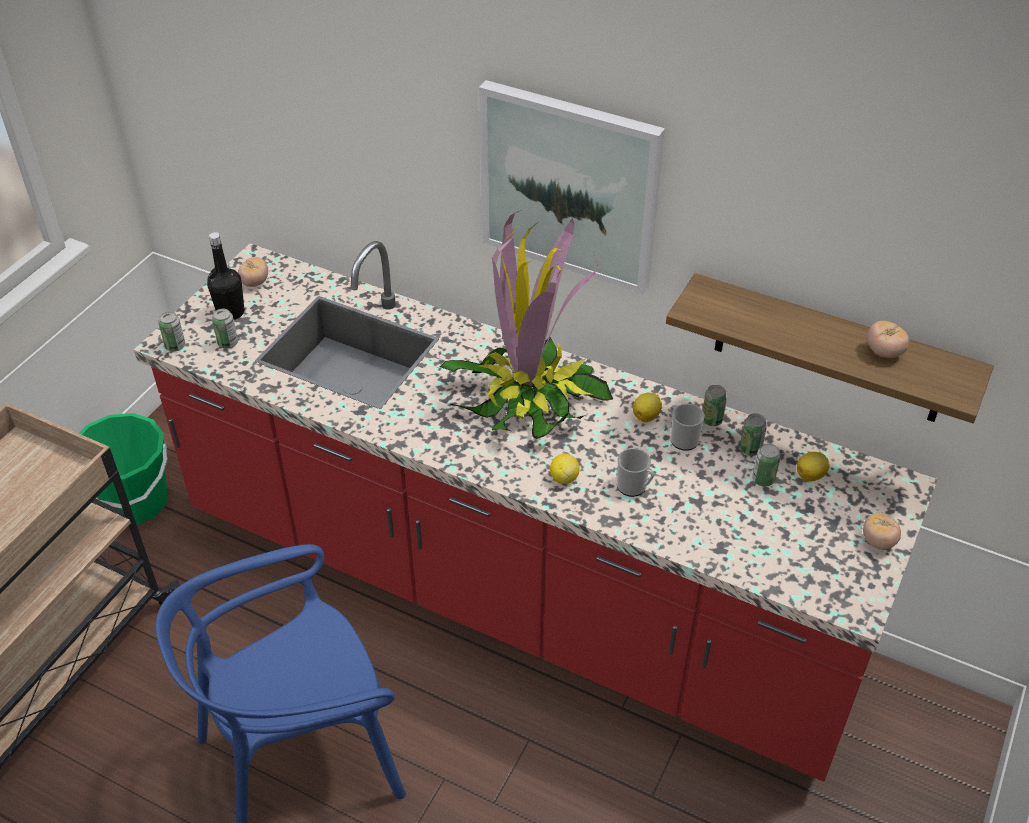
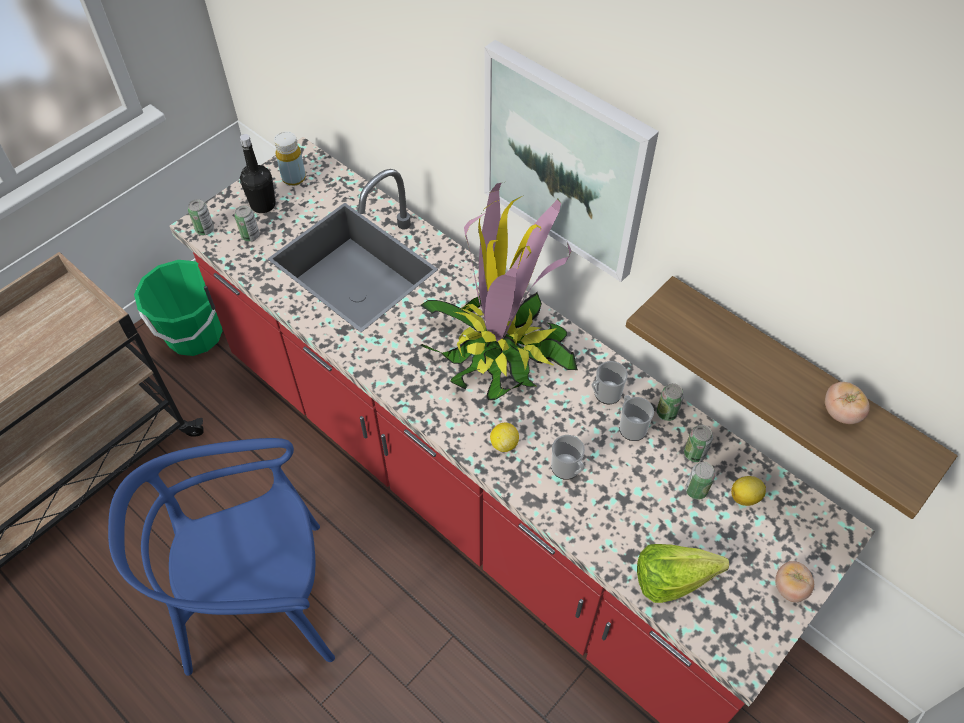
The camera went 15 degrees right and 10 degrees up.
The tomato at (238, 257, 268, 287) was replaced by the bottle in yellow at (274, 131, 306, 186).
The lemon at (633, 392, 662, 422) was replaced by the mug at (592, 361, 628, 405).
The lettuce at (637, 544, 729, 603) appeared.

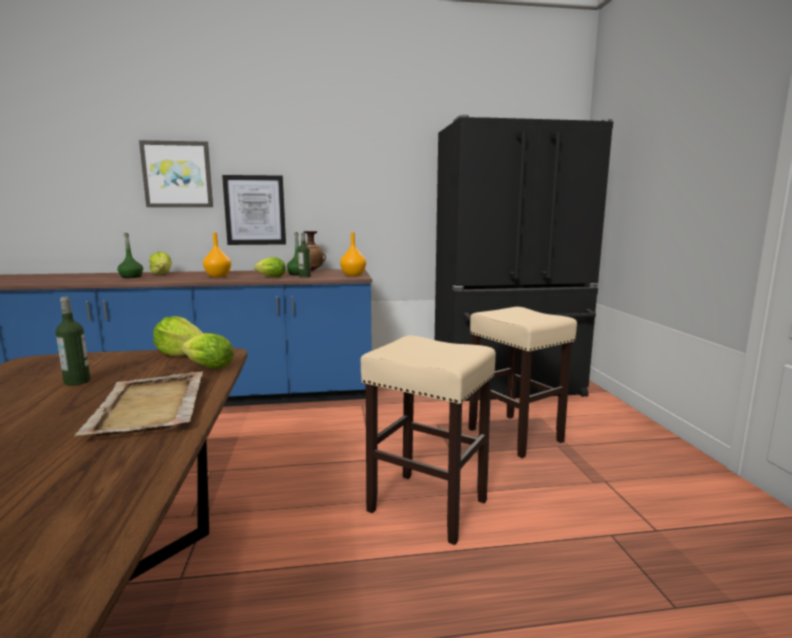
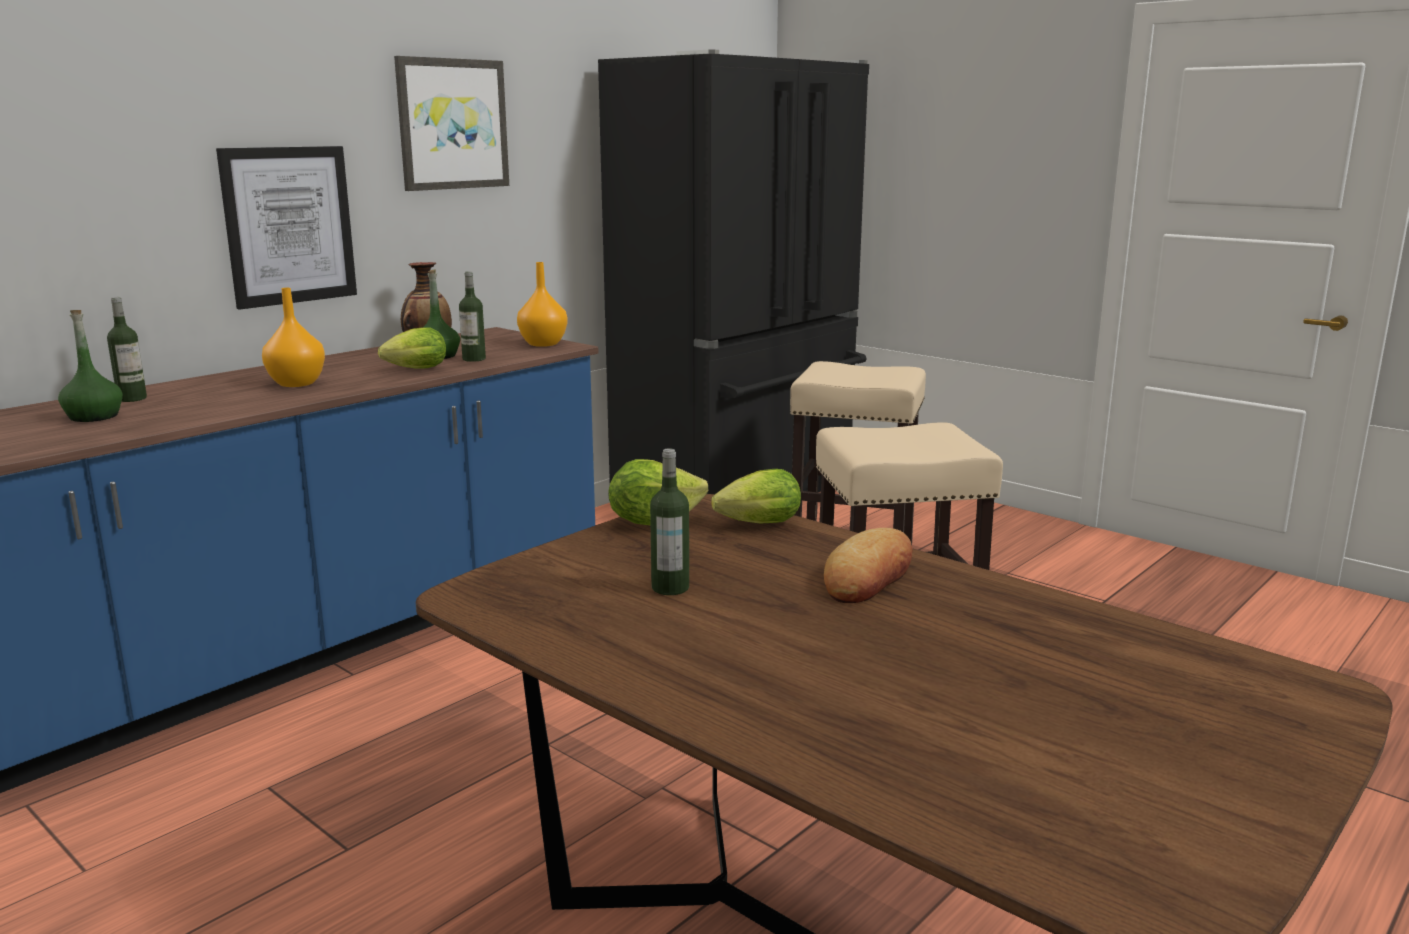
The camera went 40 degrees left and 5 degrees up.
The tray in beige at (75, 371, 203, 436) was replaced by the bread at (824, 528, 913, 603).
The picture moved from (139, 140, 213, 207) to (394, 56, 509, 191).
The lettuce at (150, 252, 172, 275) was replaced by the bottle at (107, 297, 147, 402).

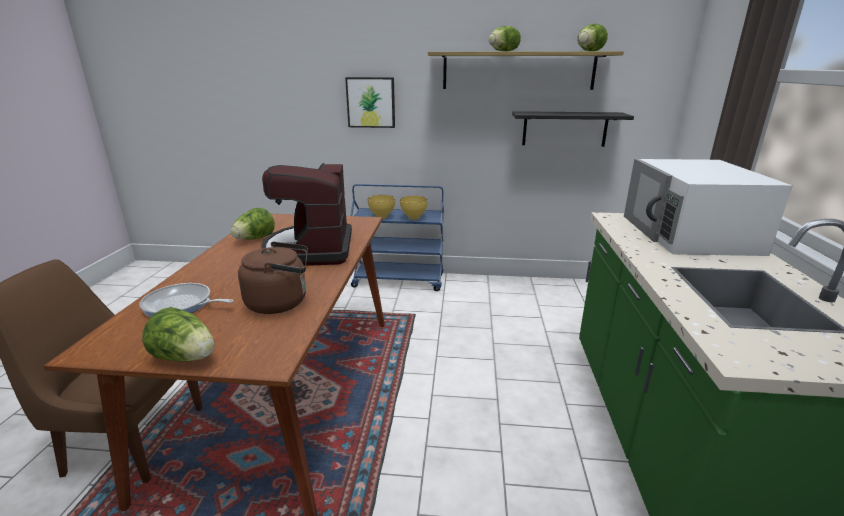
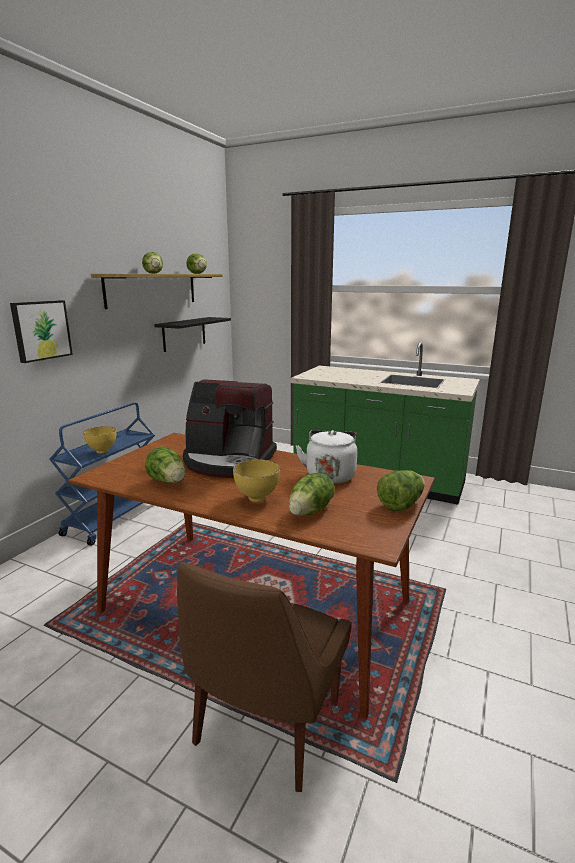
The camera went 70 degrees left and 5 degrees down.
The frying pan at (139, 283, 234, 317) was replaced by the lettuce at (289, 473, 335, 515).
The kettle in brown at (238, 241, 308, 314) became the kettle in white at (296, 430, 357, 484).
The bowl in yellow moved from (400, 196, 428, 220) to (233, 459, 280, 502).
The microwave in white at (624, 159, 793, 256) disappeared.

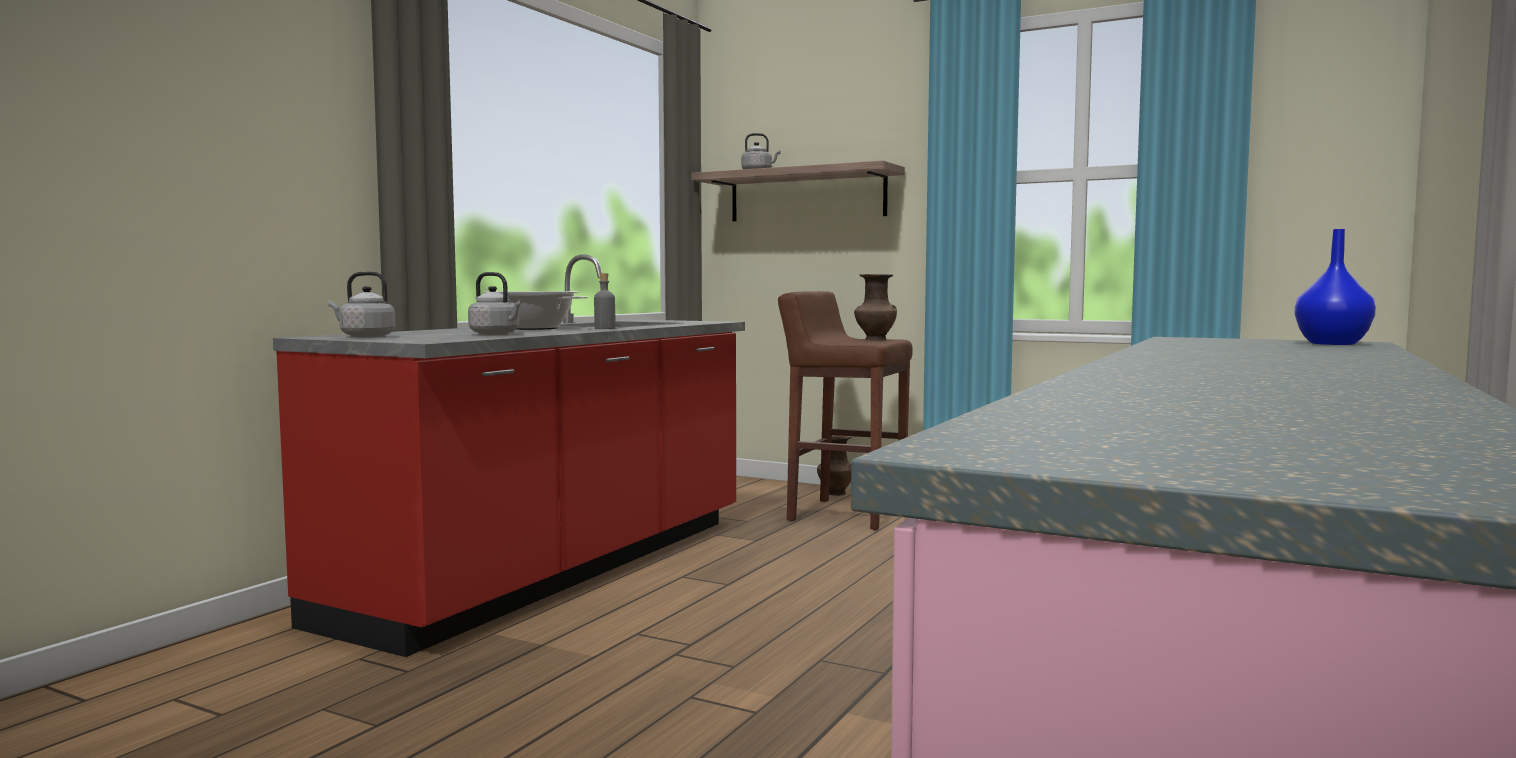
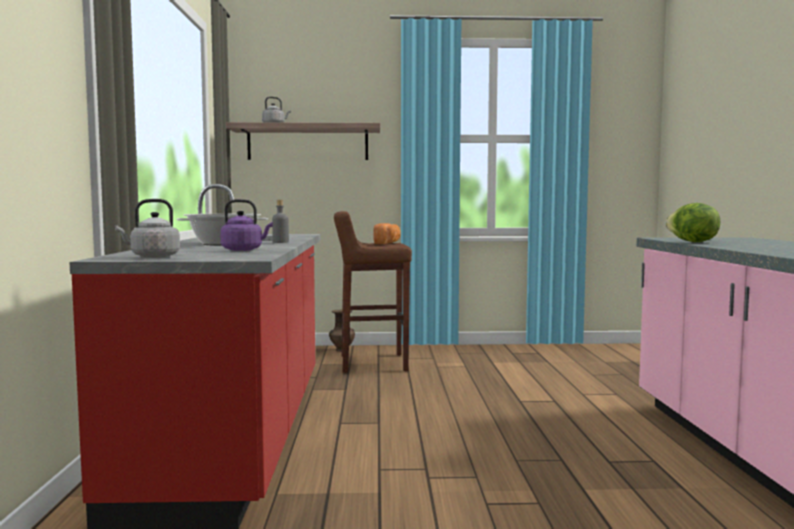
The camera went 30 degrees left and 0 degrees up.
The kettle in grey at (468, 272, 523, 335) became the kettle in purple at (220, 199, 273, 251).
The vase in brown at (854, 274, 897, 340) was replaced by the bread at (373, 223, 401, 244).
The vase in blue at (1294, 229, 1376, 345) disappeared.
The lettuce at (665, 203, 720, 242) appeared.

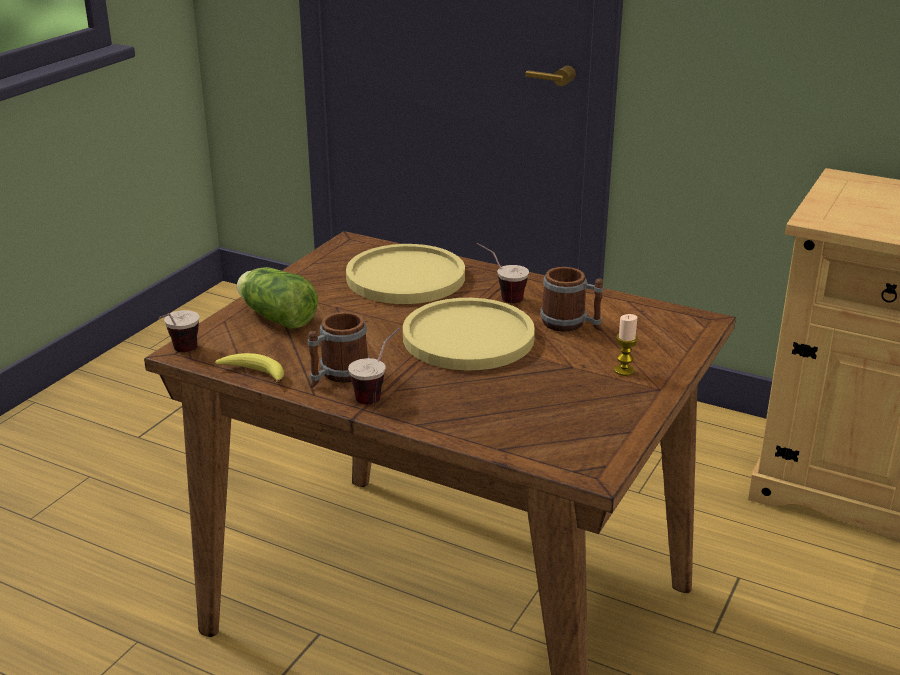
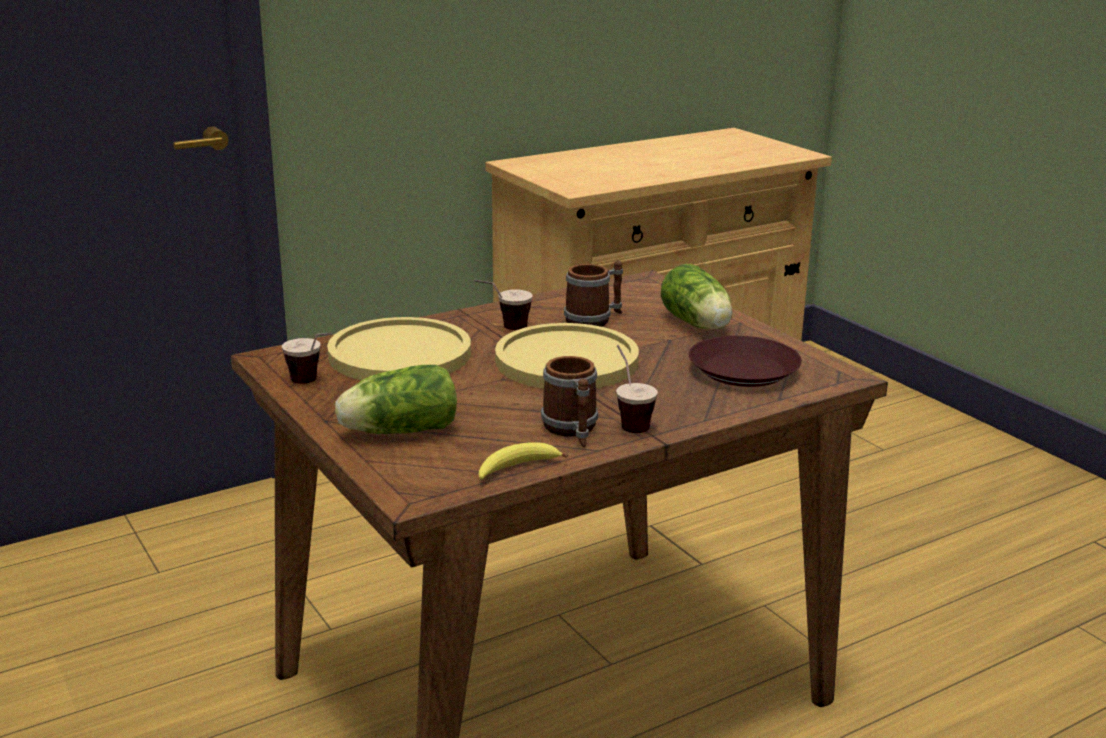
The camera went 60 degrees left and 5 degrees down.
The cup moved from (159, 310, 199, 352) to (282, 333, 332, 384).
The candle at (614, 314, 638, 376) was replaced by the lettuce at (661, 264, 732, 329).
The plate in brown at (689, 336, 802, 387) appeared.

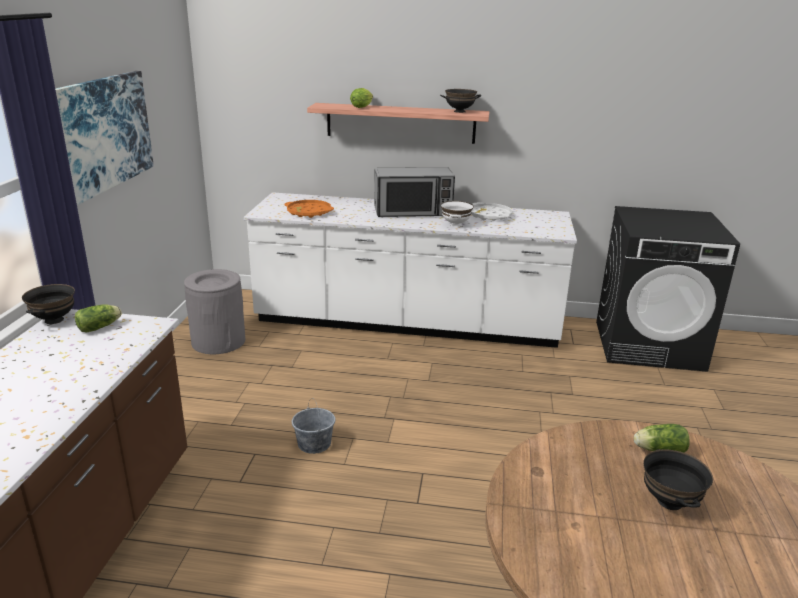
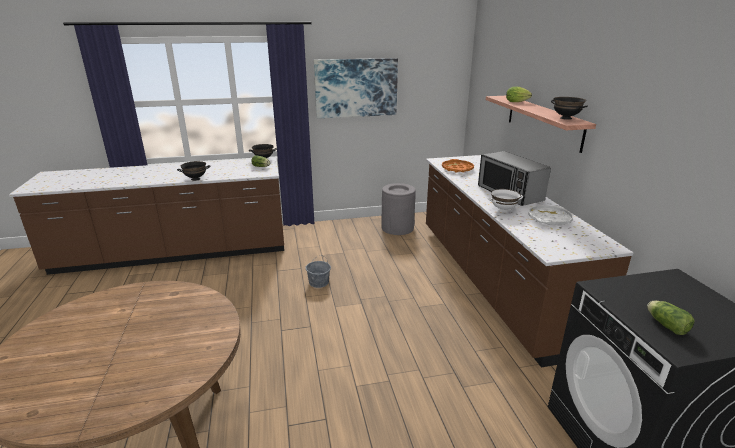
The camera went 70 degrees right and 0 degrees up.
The counter in white at (244, 192, 577, 348) became the counter in brown at (426, 155, 634, 368).
The lettuce moved from (634, 424, 690, 453) to (647, 301, 695, 335).
The bowl in black moved from (643, 449, 713, 510) to (177, 161, 211, 181).

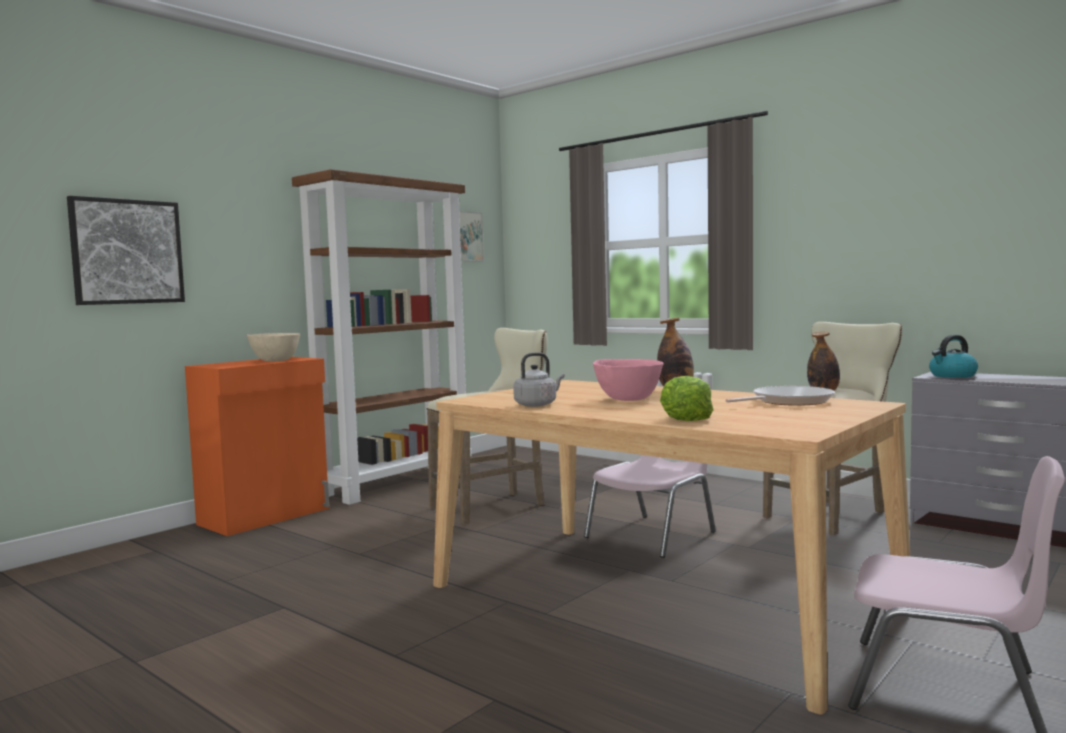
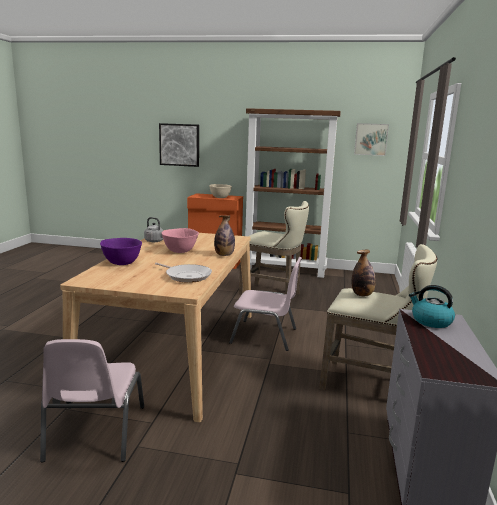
The camera went 60 degrees right and 10 degrees up.
The lettuce at (660, 376, 714, 421) was replaced by the bowl in purple at (100, 238, 142, 265).

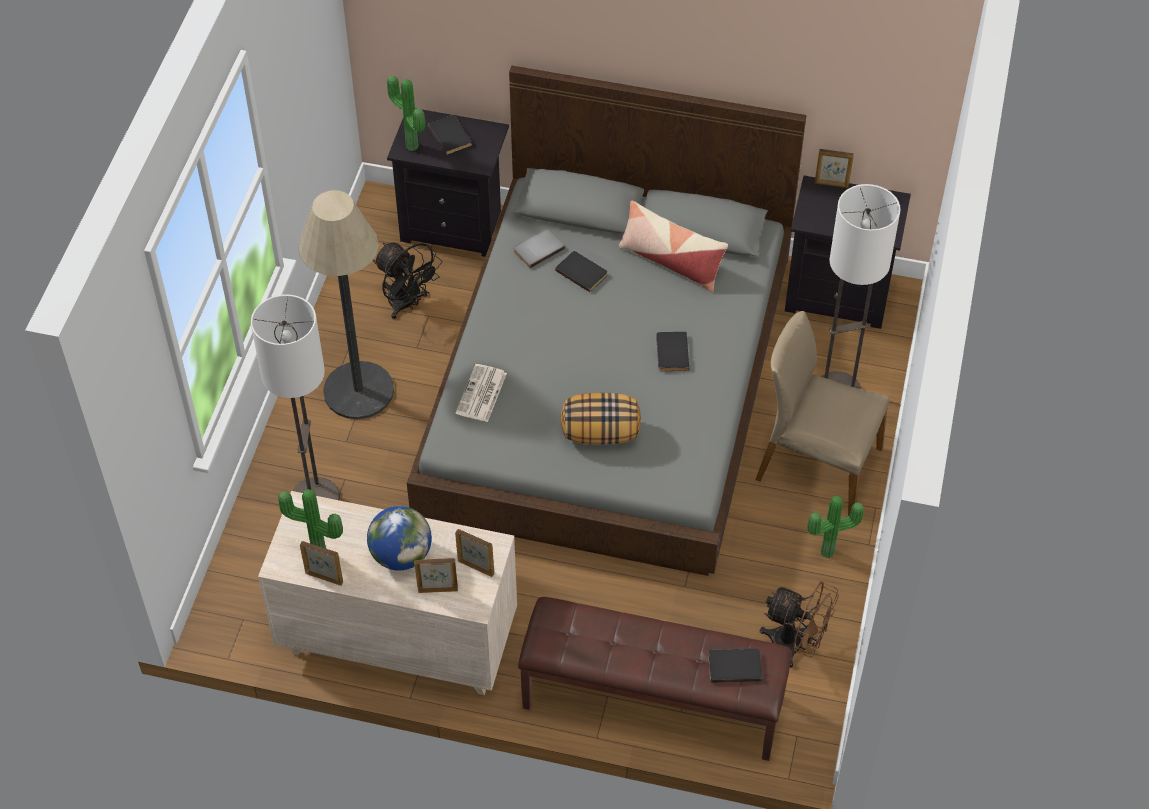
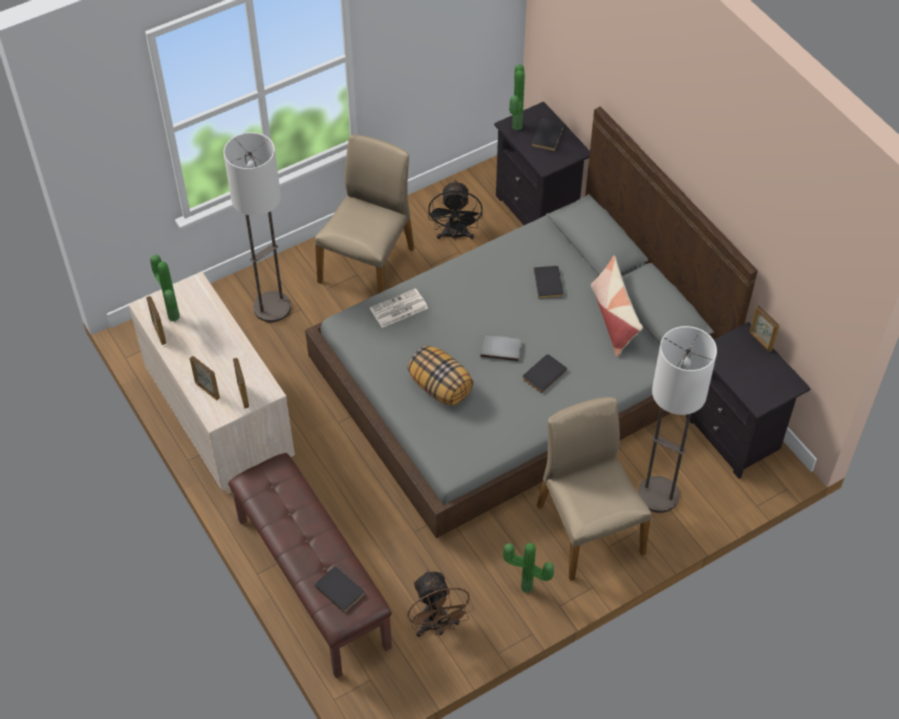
The camera went 45 degrees right and 0 degrees up.
The floor lamp at (299, 190, 394, 419) was replaced by the chair in beige at (315, 135, 414, 294).
The globe at (367, 506, 432, 571) disappeared.
The book in grey moved from (513, 229, 565, 269) to (480, 334, 522, 361).

